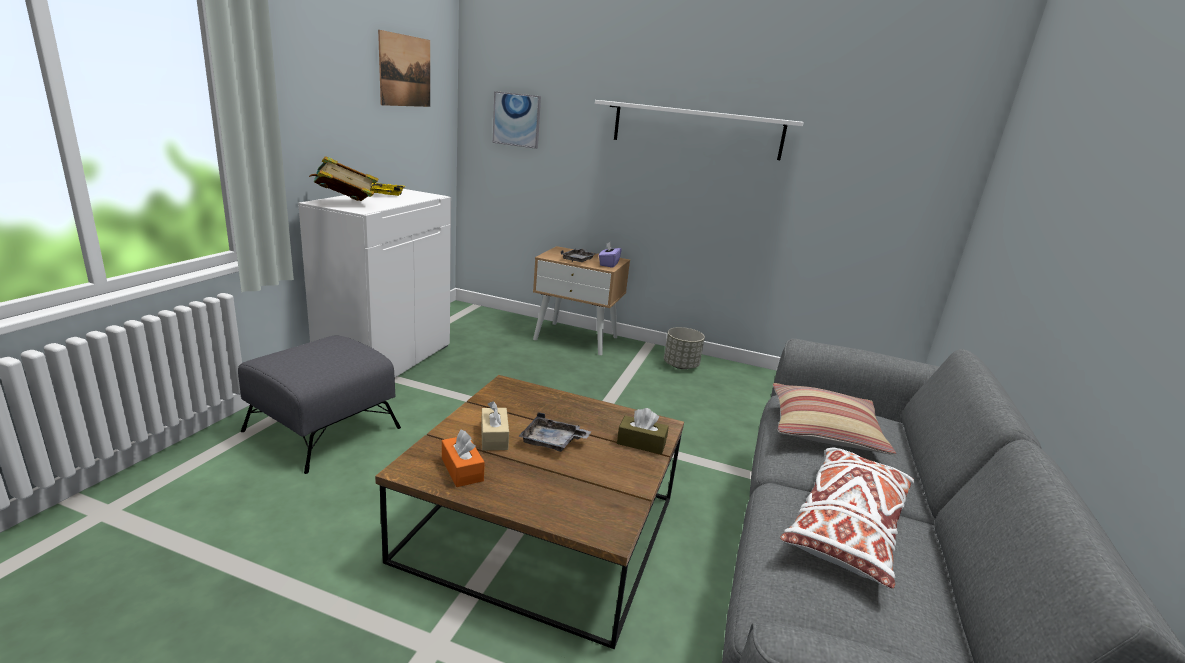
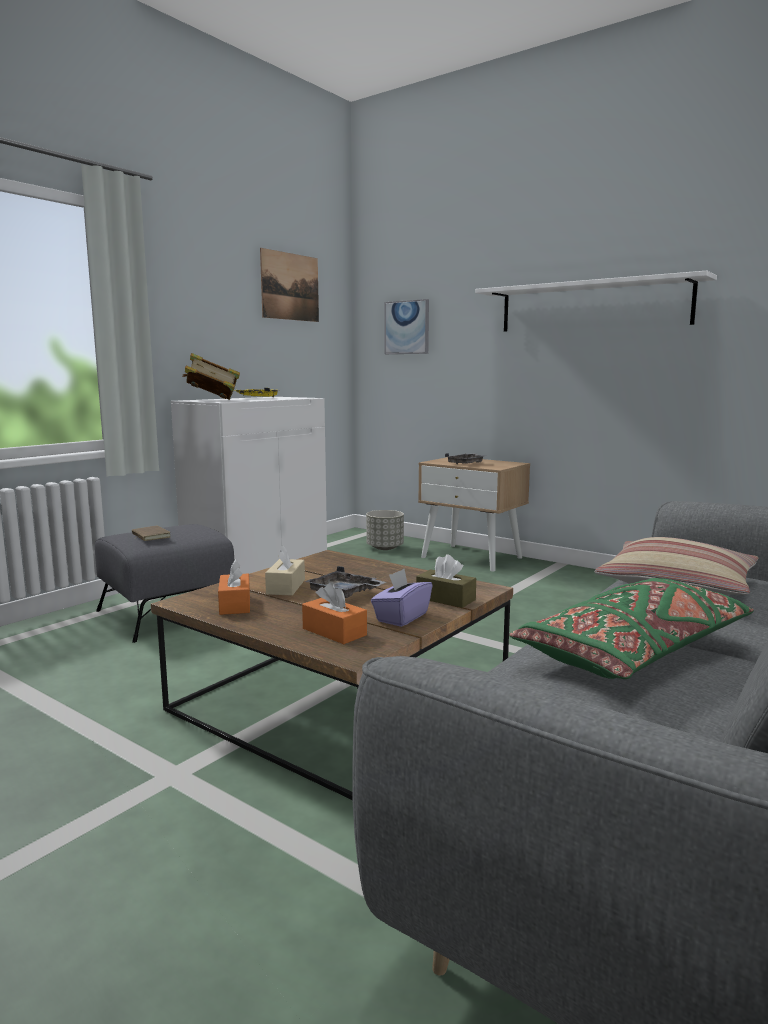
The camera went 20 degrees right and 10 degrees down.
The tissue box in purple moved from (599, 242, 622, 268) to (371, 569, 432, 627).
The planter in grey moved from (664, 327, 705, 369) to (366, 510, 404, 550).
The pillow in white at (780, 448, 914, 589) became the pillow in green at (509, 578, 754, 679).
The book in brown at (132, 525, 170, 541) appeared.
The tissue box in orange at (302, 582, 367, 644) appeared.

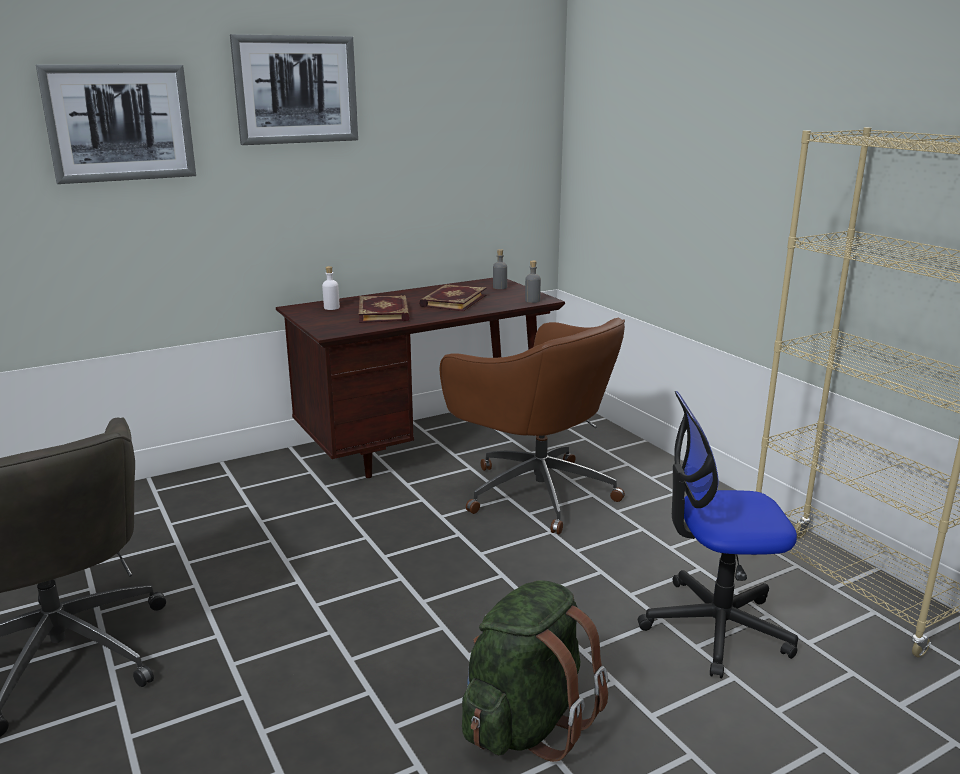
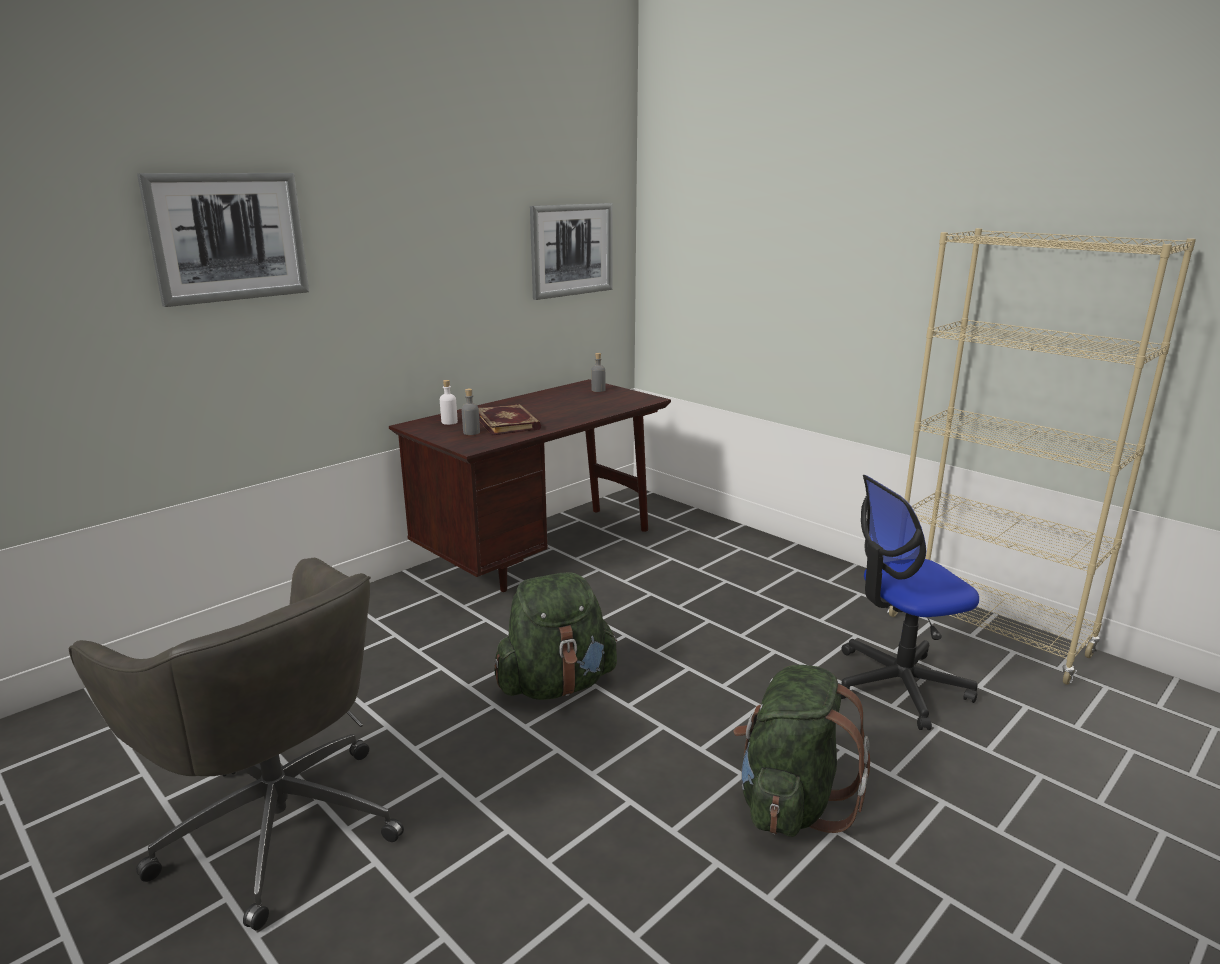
The camera went 15 degrees left and 0 degrees up.
The picture moved from (230, 34, 358, 145) to (530, 203, 613, 300).
The book at (419, 284, 487, 312) disappeared.
The office chair in brown at (440, 318, 625, 534) disappeared.
The bottle in grey moved from (525, 260, 541, 303) to (462, 389, 480, 435).
The backpack in green at (494, 572, 618, 700) appeared.

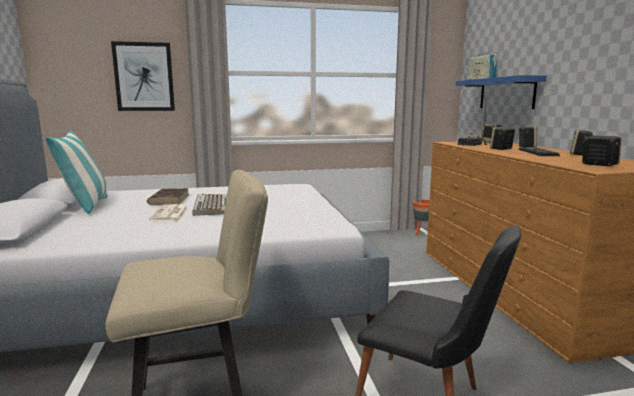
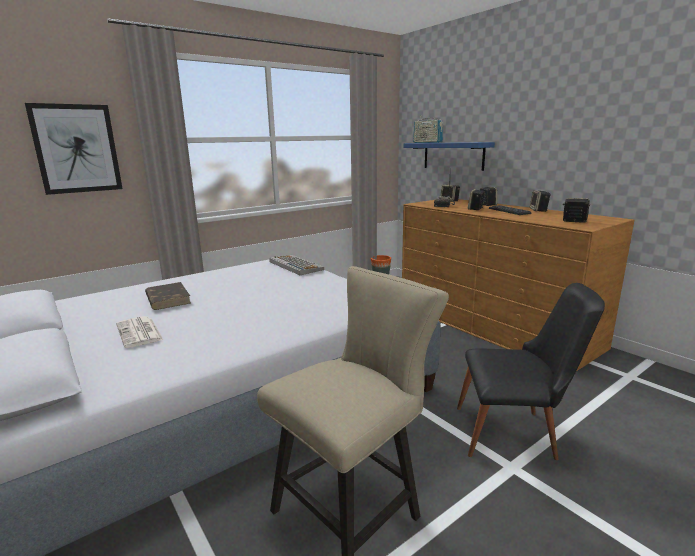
The camera went 25 degrees left and 5 degrees up.
The pillow at (45, 131, 107, 214) disappeared.
The newspaper moved from (149, 204, 189, 221) to (116, 316, 163, 348).
The keyboard moved from (192, 194, 227, 216) to (269, 255, 324, 275).

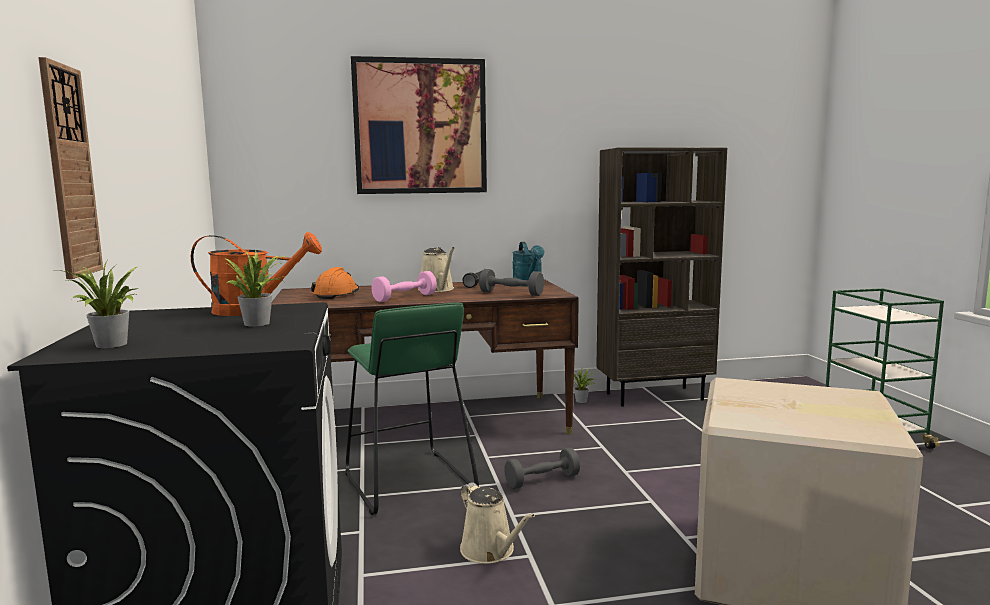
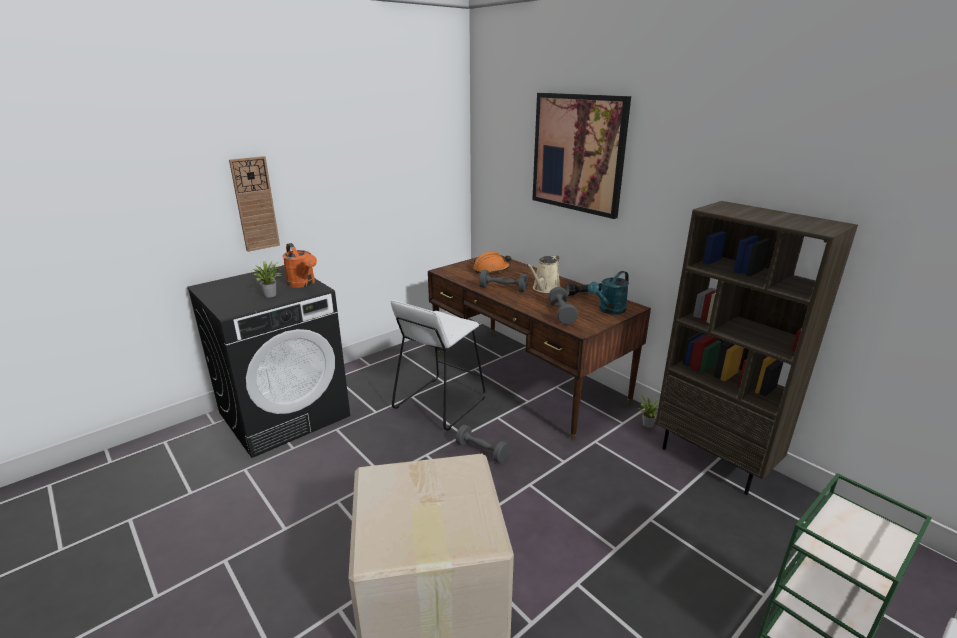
The camera went 60 degrees right and 15 degrees up.
The potted plant at (55, 261, 138, 348) disappeared.
The stool in green at (345, 302, 479, 515) became the stool in white at (391, 300, 485, 431).
The dumbbell in pink at (371, 271, 437, 302) became the dumbbell in grey at (479, 270, 528, 292).
The watering can in beige at (460, 483, 535, 564) disappeared.

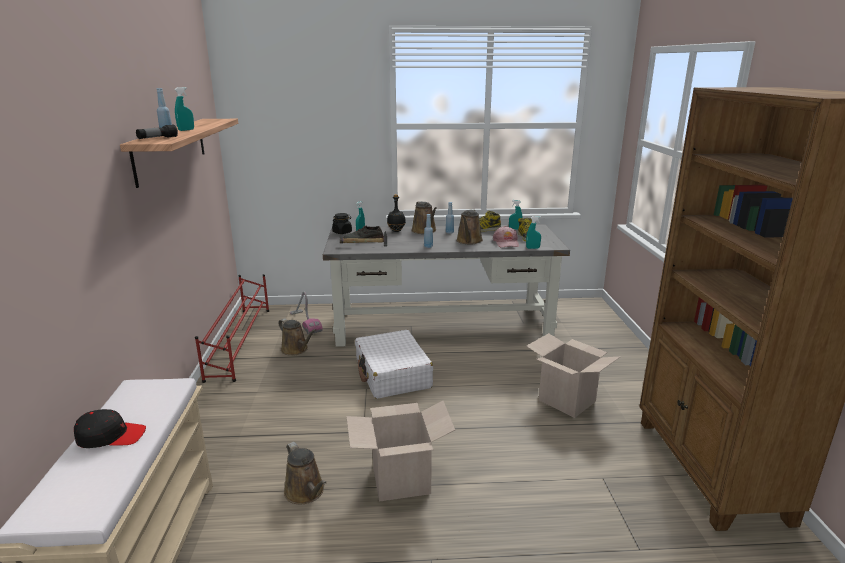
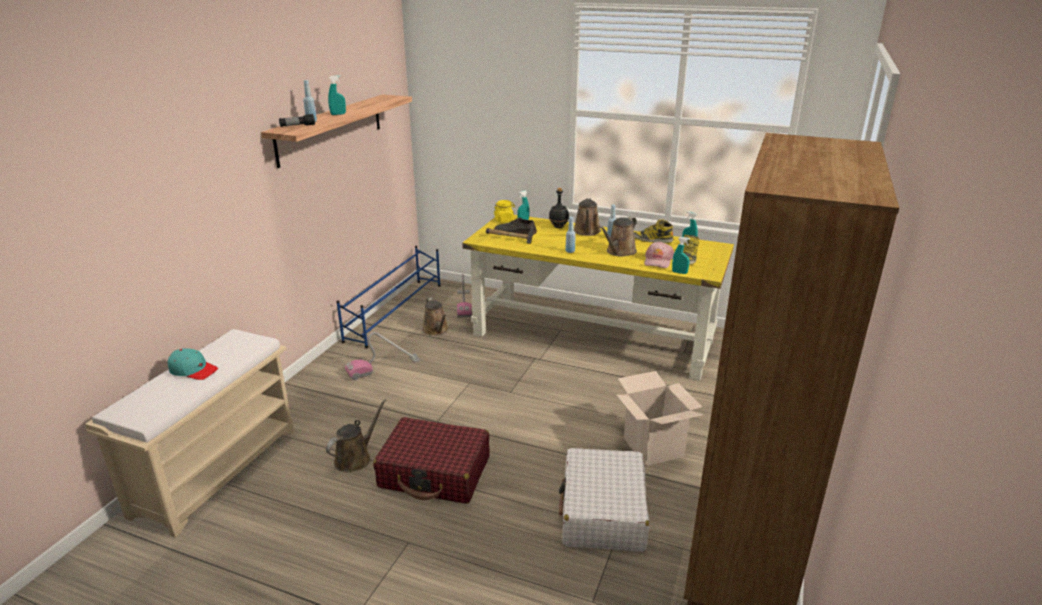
The camera went 25 degrees right and 5 degrees up.
The cap in black at (74, 409, 146, 448) became the cap in turquoise at (168, 348, 218, 380).
The shoe rack in red at (195, 274, 269, 383) became the shoe rack in blue at (336, 246, 441, 348).
The watering can in brown at (284, 442, 327, 505) turned 135 degrees counterclockwise.
The desk in grey at (323, 224, 570, 347) became the desk in yellow at (462, 215, 734, 381).
The jar in black at (332, 213, 352, 234) became the jar in yellow at (494, 200, 515, 222).
The cardboard box at (346, 401, 455, 502) was replaced by the suitcase in red at (373, 417, 490, 504).
The suitcase in white moved from (355, 330, 433, 399) to (559, 448, 649, 552).
The vacuum cleaner at (345, 332, 421, 380) appeared.

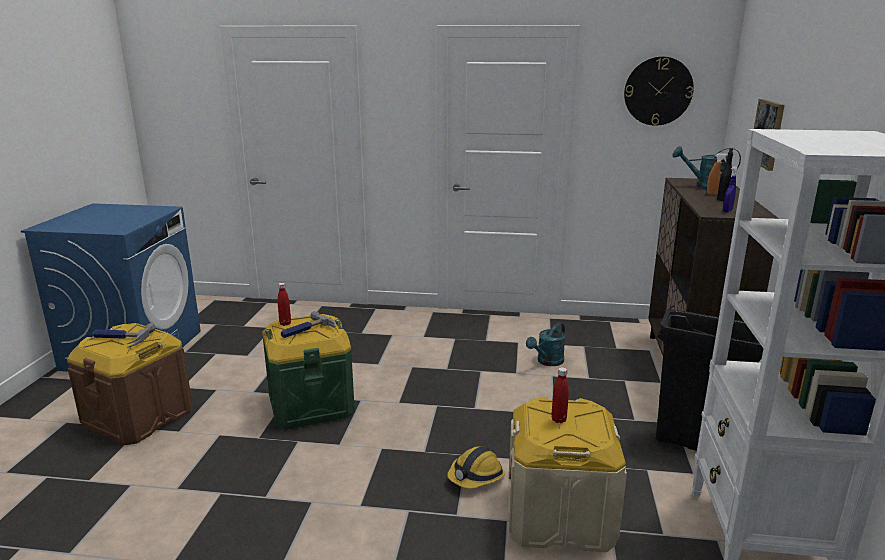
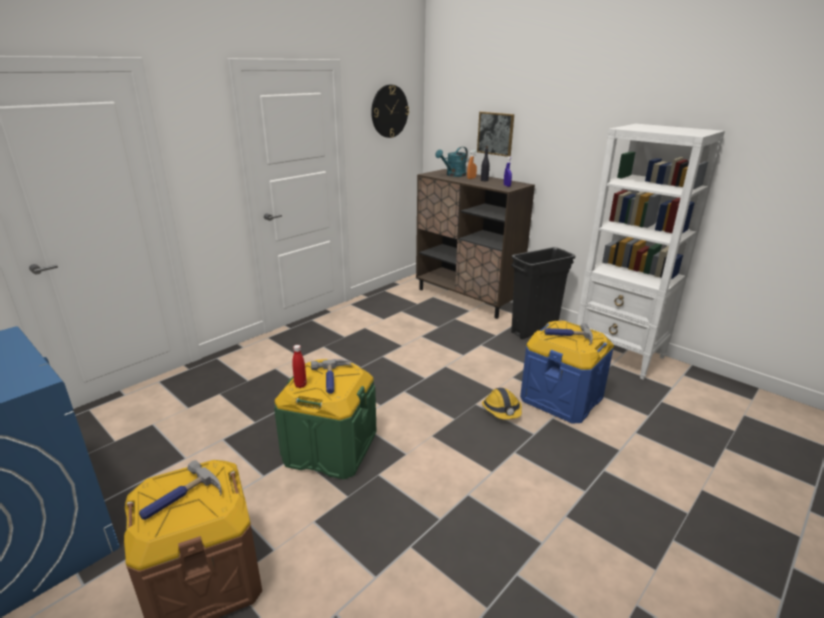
The camera went 55 degrees left and 5 degrees up.
The storage box in beige at (508, 397, 627, 552) became the storage box in blue at (520, 321, 614, 423).
The watering can in turquoise at (526, 323, 565, 366) disappeared.
The bottle in red at (551, 367, 569, 423) was replaced by the hammer at (544, 323, 593, 345).

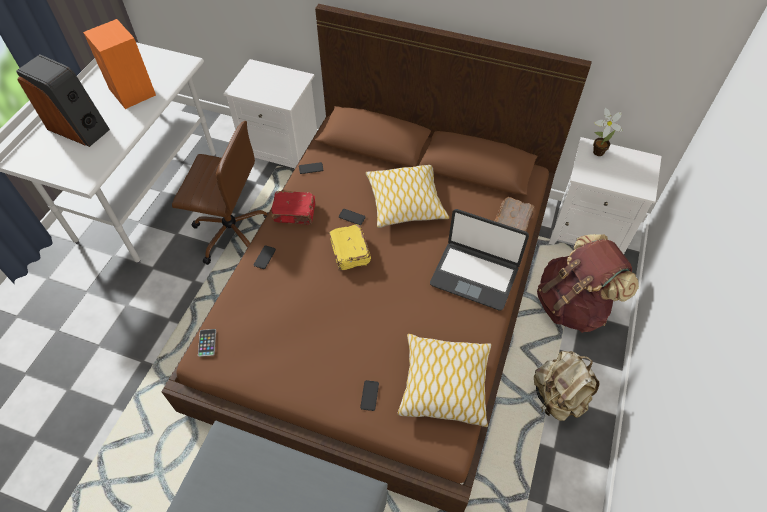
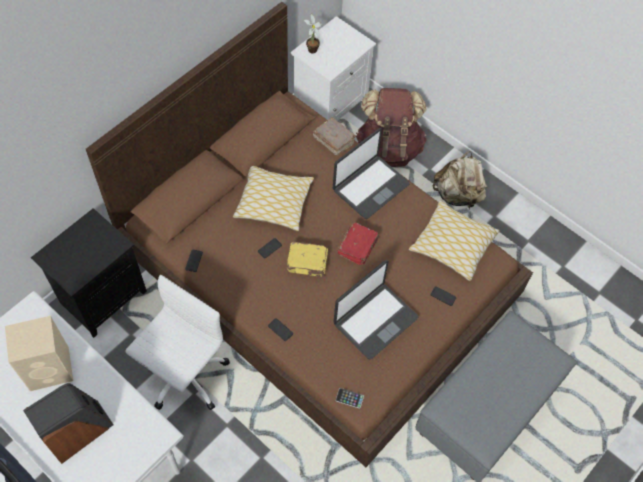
The camera went 70 degrees left and 5 degrees up.
The speaker in orange at (83, 19, 156, 109) became the speaker in beige at (5, 316, 73, 391).
The office chair in brown at (172, 121, 269, 265) became the office chair in white at (125, 275, 230, 410).
The nightstand in white at (223, 59, 317, 169) became the nightstand in black at (31, 208, 147, 338).
The book in red moved from (271, 191, 316, 225) to (338, 222, 379, 265).
The laptop at (334, 260, 418, 359) appeared.

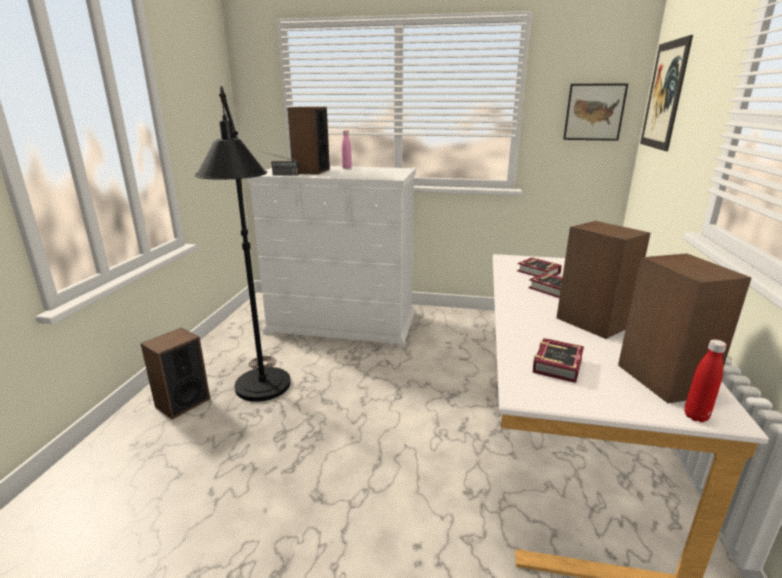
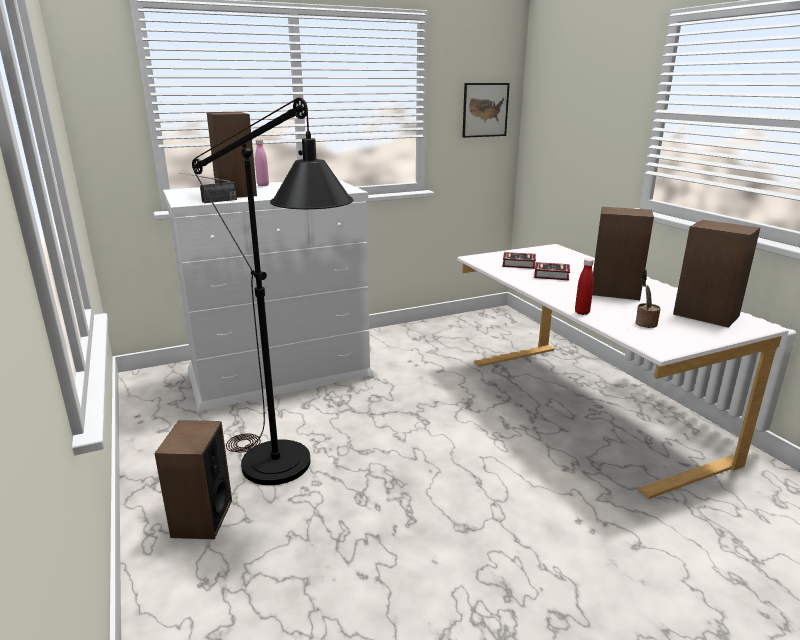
The camera went 35 degrees left and 0 degrees up.
The book at (533, 338, 584, 383) was replaced by the potted plant at (636, 270, 661, 328).
The picture at (640, 35, 693, 151) disappeared.
The bottle in red moved from (684, 339, 727, 422) to (575, 259, 594, 315).

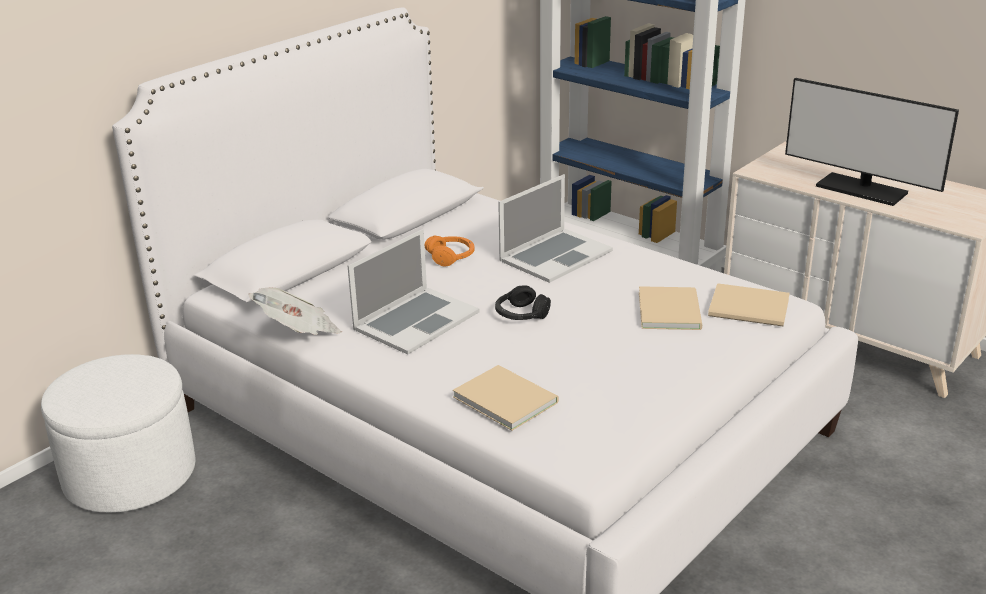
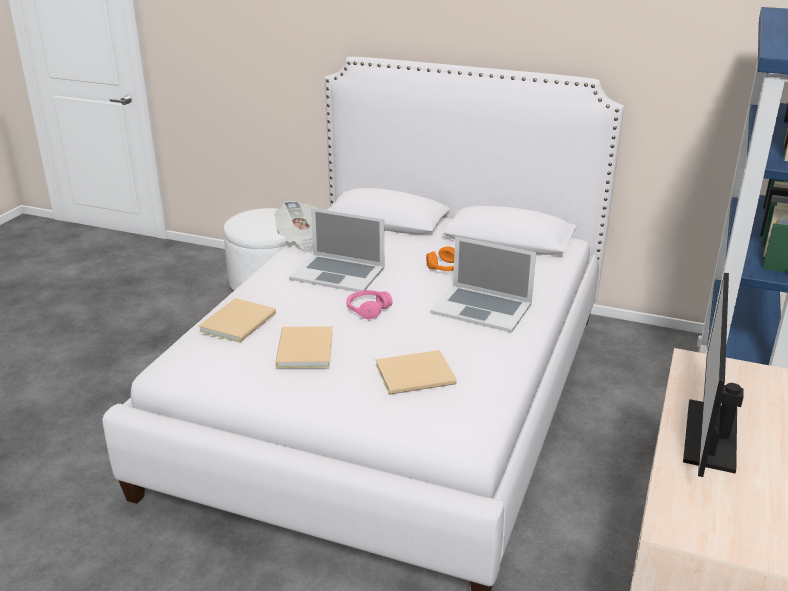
The camera went 70 degrees right and 0 degrees up.
The headphones in black at (495, 285, 551, 320) became the headphones in pink at (346, 290, 393, 319).
The book in beige moved from (708, 283, 790, 326) to (275, 326, 333, 368).

